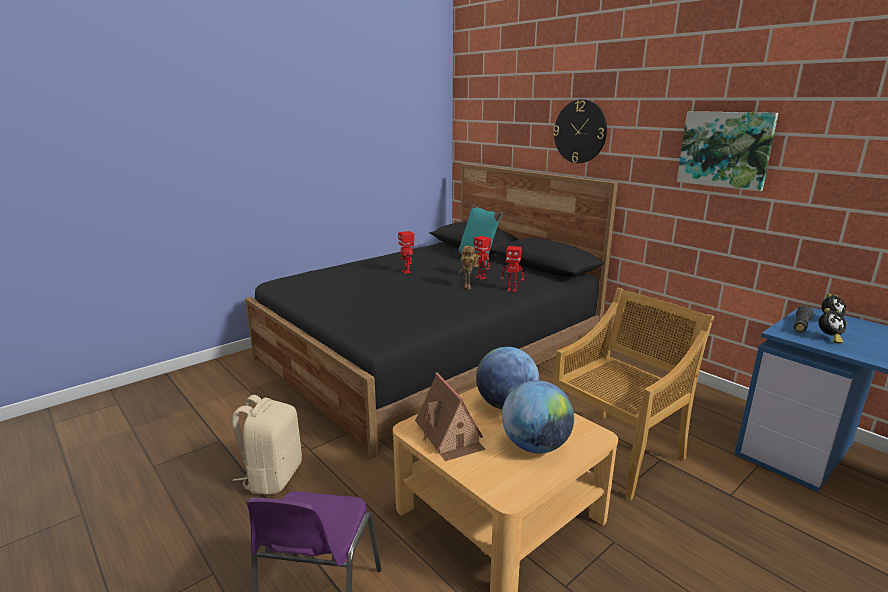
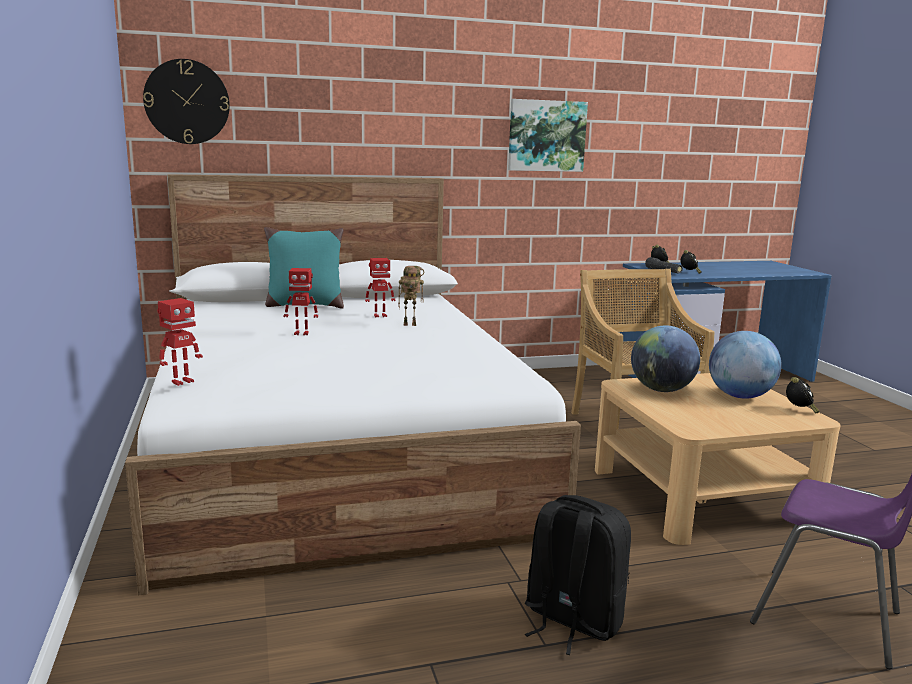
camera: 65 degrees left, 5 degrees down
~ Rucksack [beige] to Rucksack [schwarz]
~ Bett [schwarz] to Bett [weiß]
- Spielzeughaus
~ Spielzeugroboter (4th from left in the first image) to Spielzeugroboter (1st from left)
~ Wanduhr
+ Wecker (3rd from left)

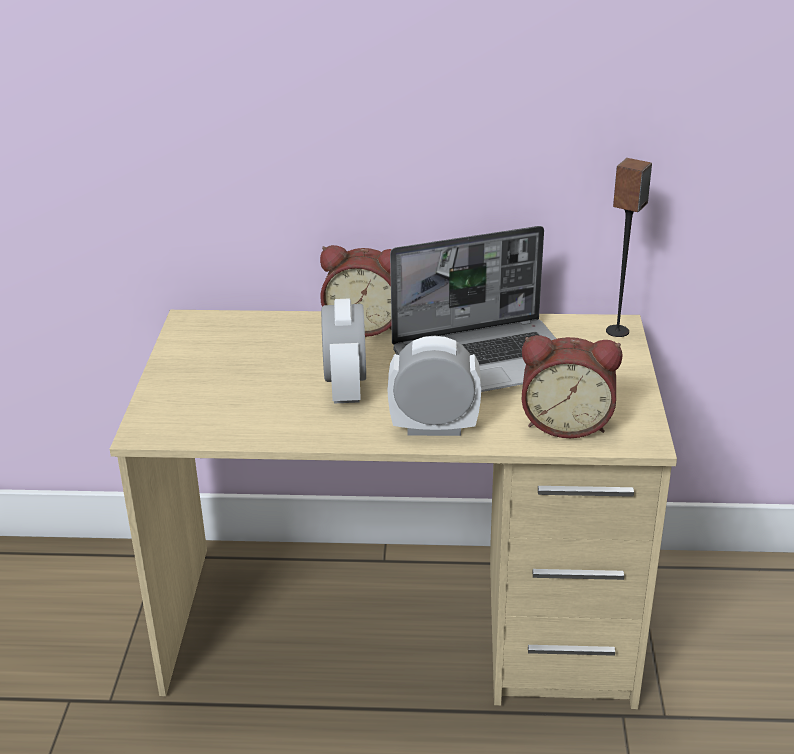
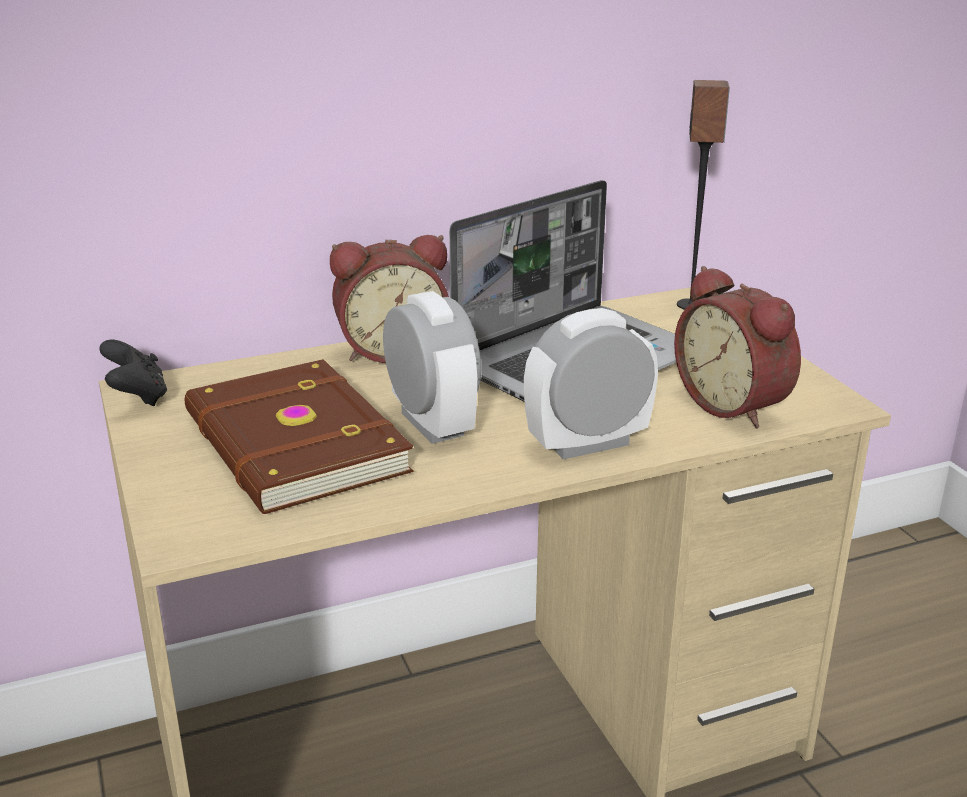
camera: 25 degrees left, 5 degrees down
~ Wecker (4th from left) 75 degrees clockwise
+ Gamepad [schwarz]
+ Buch [braun]

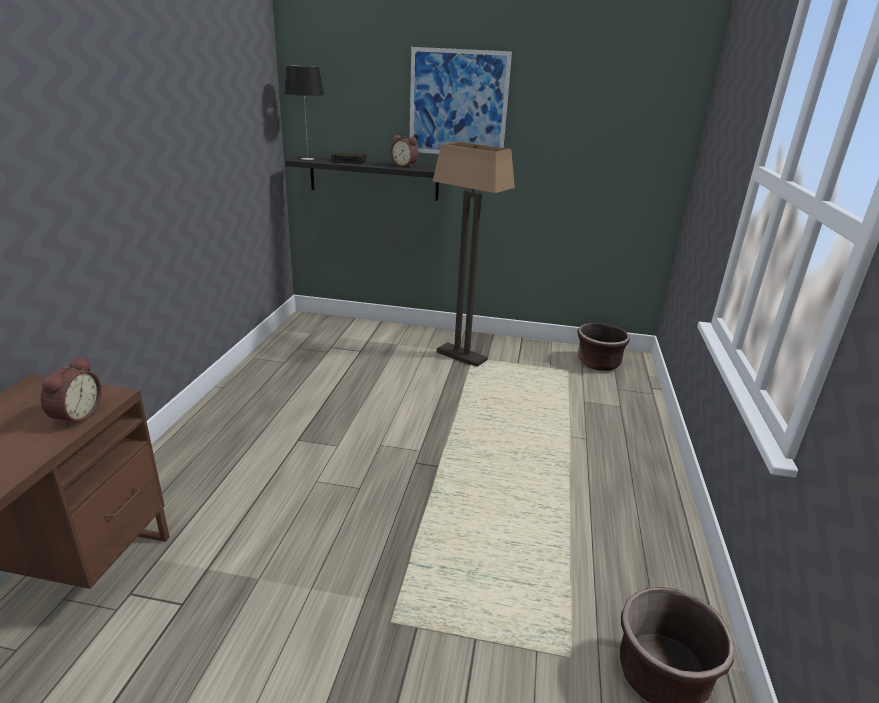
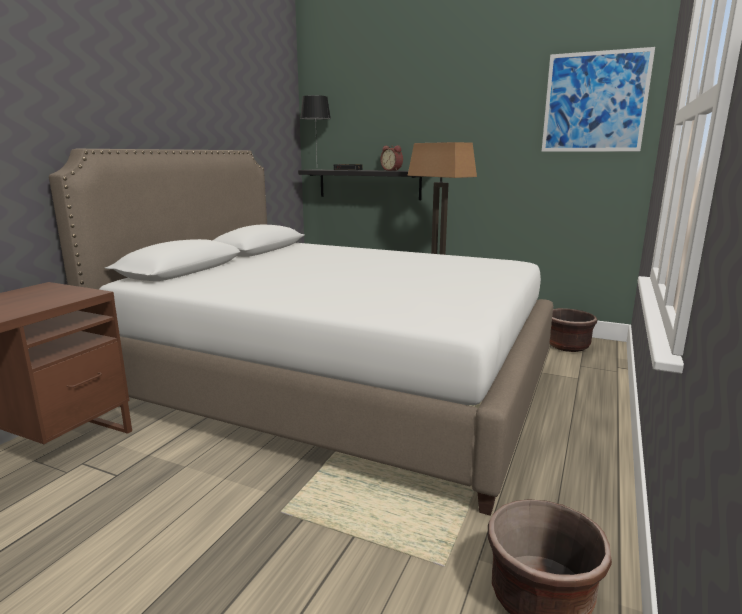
camera: 15 degrees right, 10 degrees down
- Wecker (1st from left)
~ Bild
+ Bett [weiß]

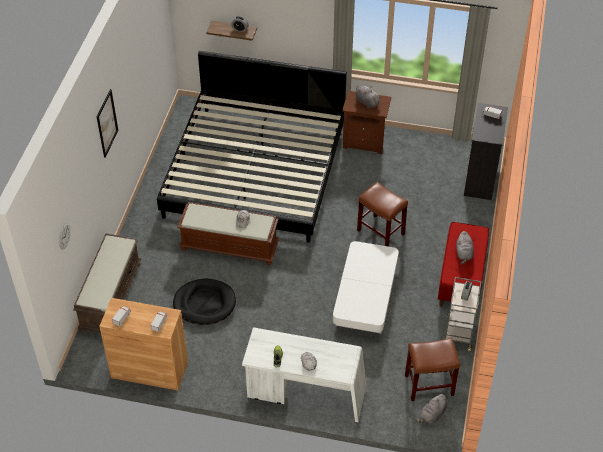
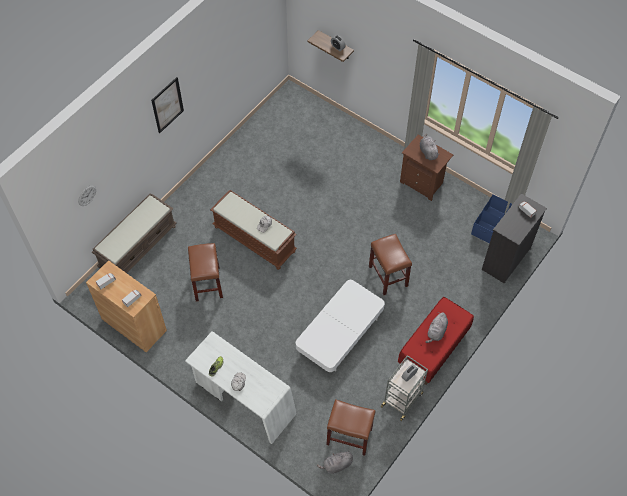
camera: 25 degrees right, 10 degrees up
- Bett
~ Hundebett [schwarz] to Hocker [braun] (1st from left)
+ Aufbewahrungsbox [blau]

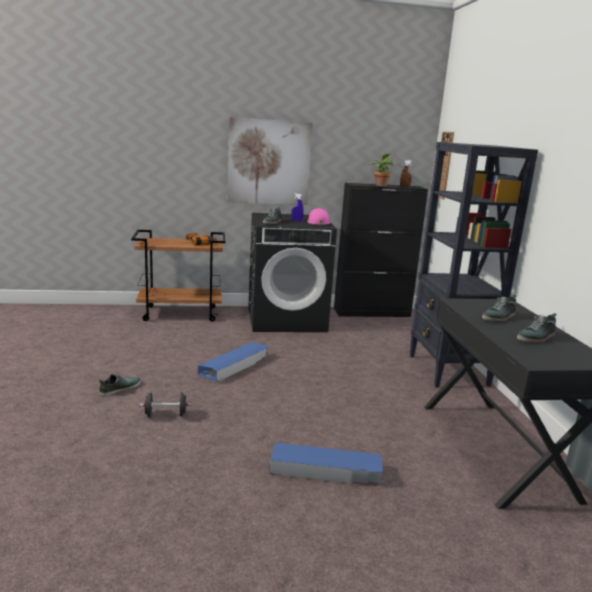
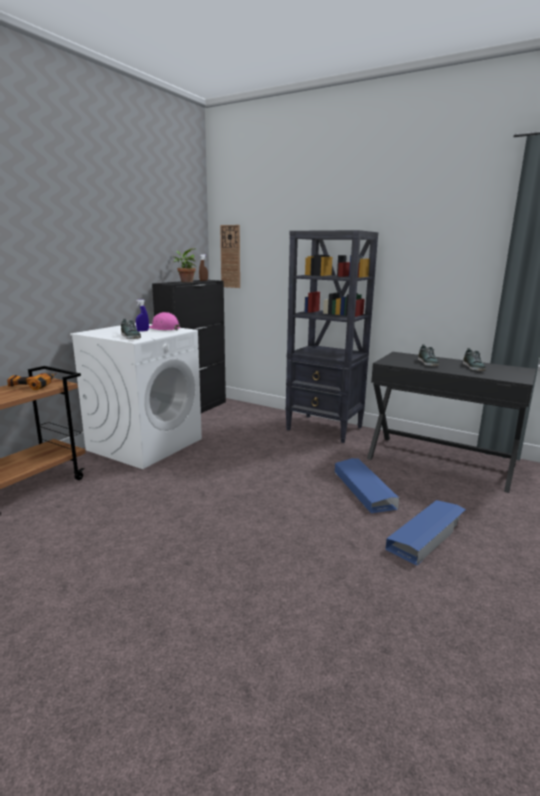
camera: 50 degrees left, 0 degrees up
- Schuh (1st from left)
- Hantel [schwarz]
~ Aufbewahrungsbox [blau] (1st from left)
- Bild
~ Waschmaschine [schwarz] to Waschmaschine [weiß]

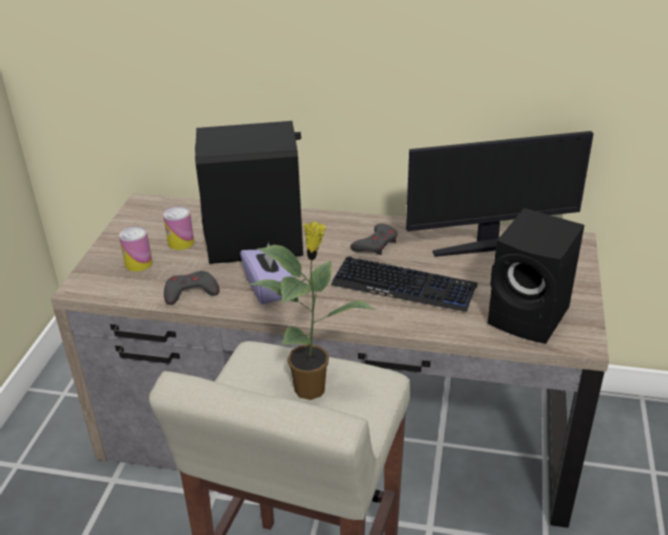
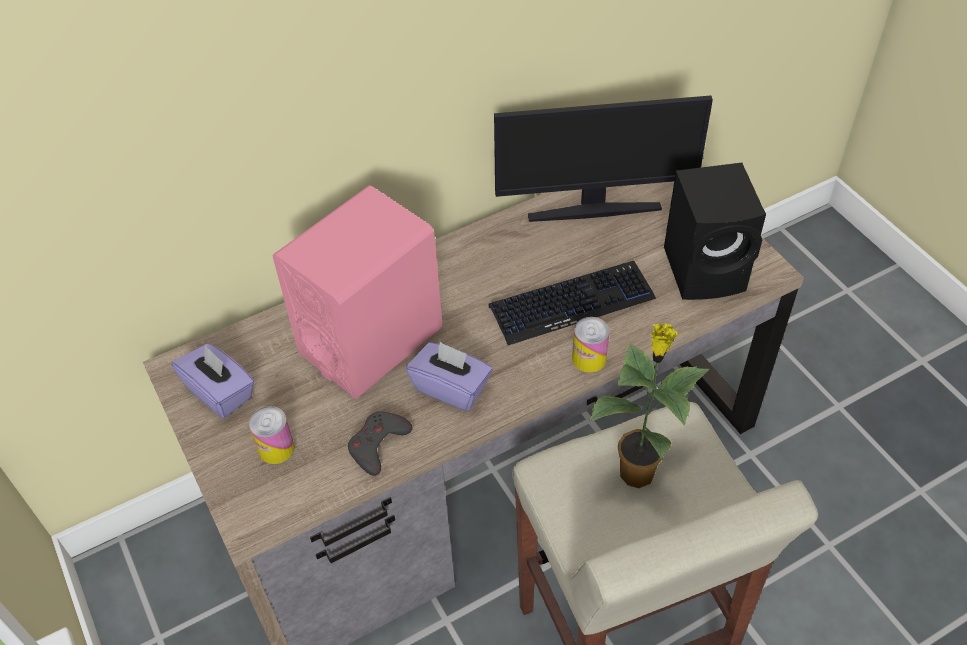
camera: 40 degrees left, 15 degrees up
~ Dose (2nd from left)
~ Lautsprecher [schwarz] (1st from left) to Lautsprecher [rosa]
- Gamepad [grau] (2nd from left)
~ Monitor 45 degrees clockwise
+ Taschentuchbox [lila] (1st from left)

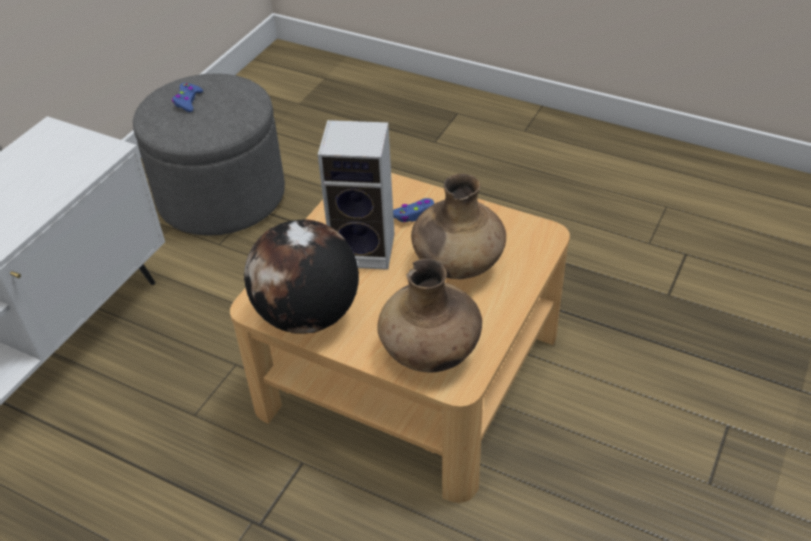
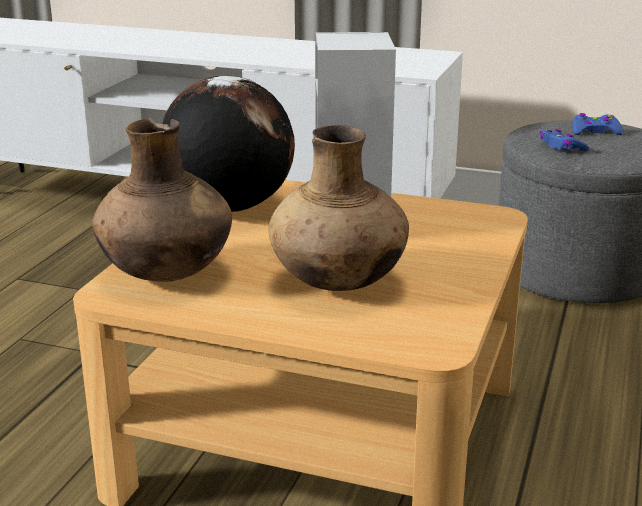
camera: 80 degrees right, 20 degrees down
~ Gamepad [blau] (2nd from left in the first image) to Gamepad [blau] (1st from left)

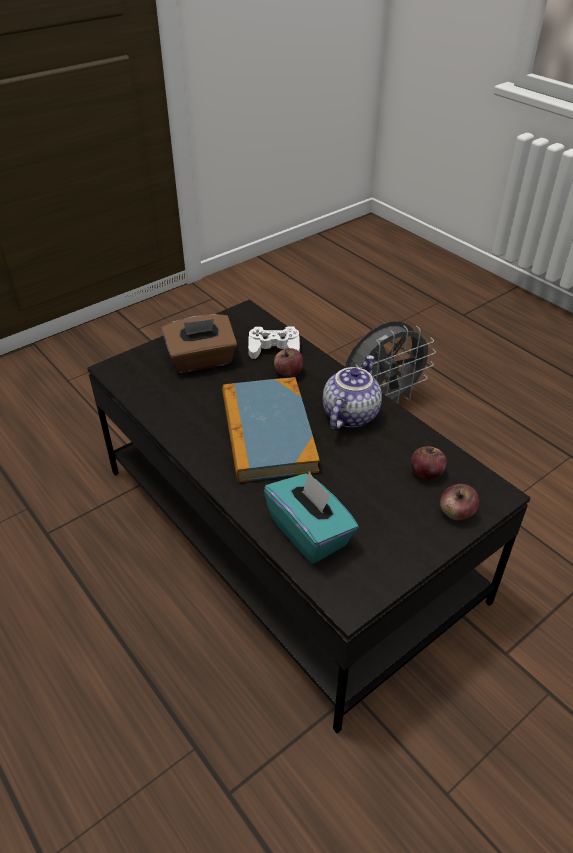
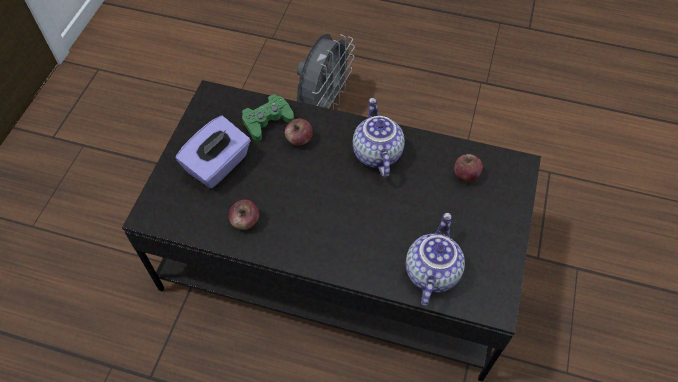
camera: 35 degrees left, 15 degrees up
~ Taschentuchbox [braun] to Taschentuchbox [lila]
- Buch
~ Gamepad [weiß] to Gamepad [grün]
~ Taschentuchbox [türkis] to Teekanne (2nd from left)
~ Apfel (3rd from left in the first image) to Apfel (1st from left)

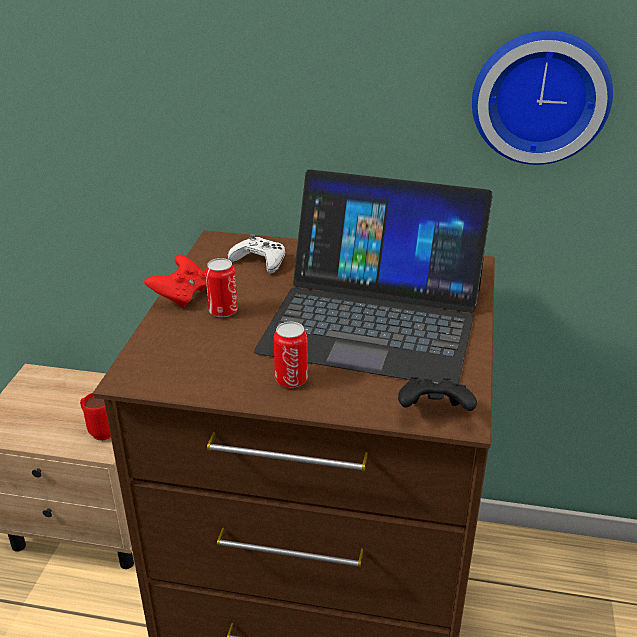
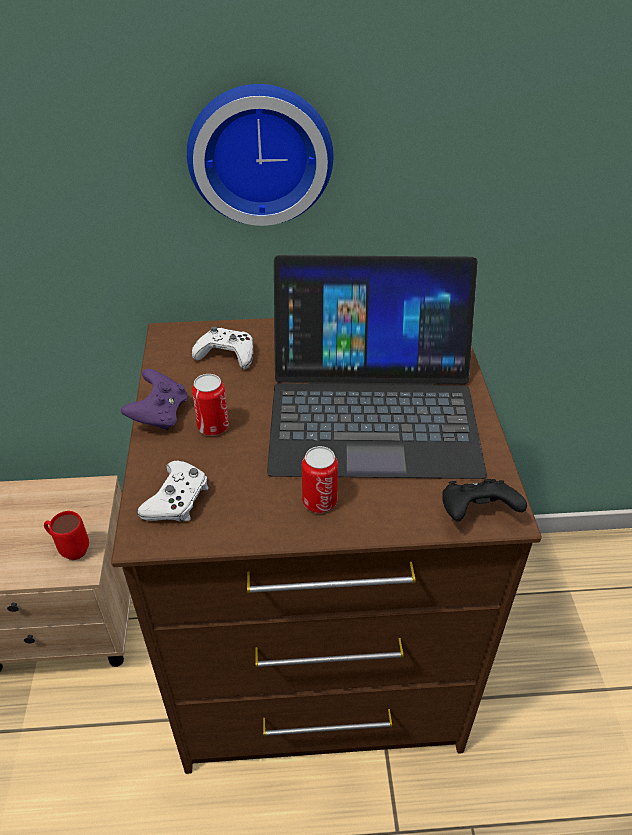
camera: 15 degrees left, 10 degrees up
~ Gamepad [rot] to Gamepad [lila]
~ Wanduhr
+ Gamepad [weiß] (1st from left)

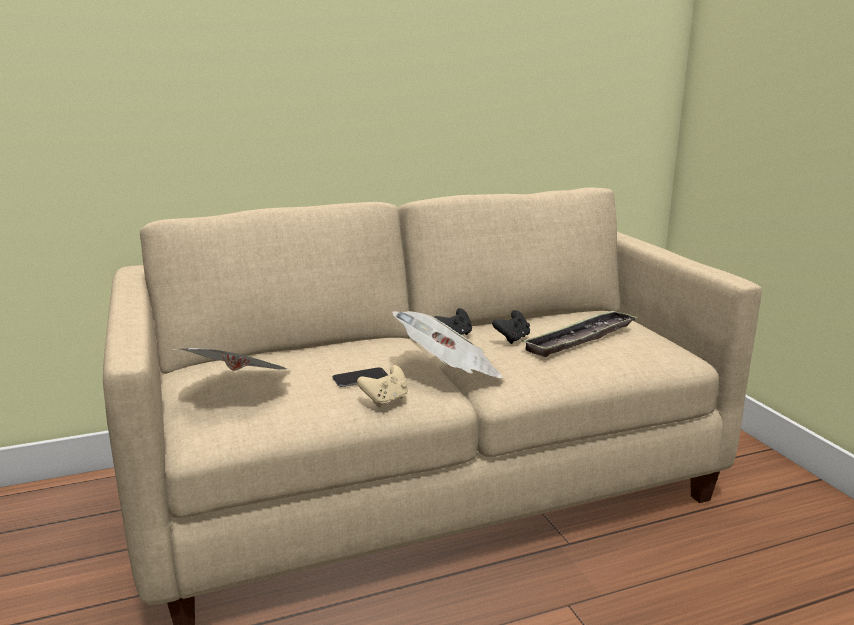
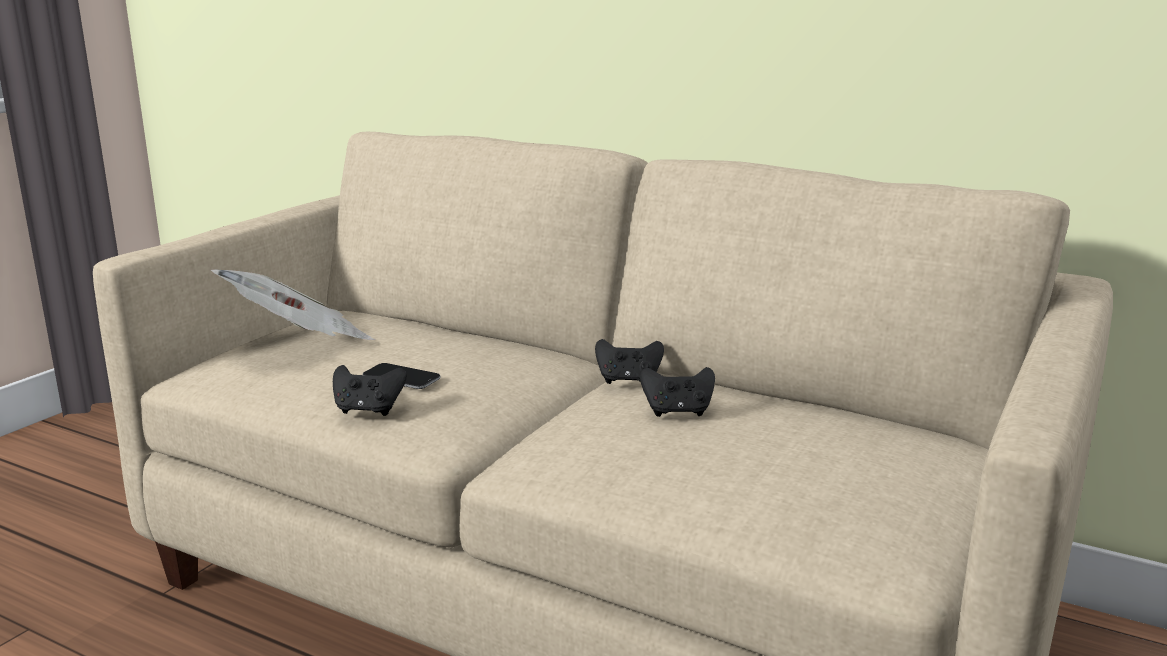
camera: 50 degrees right, 0 degrees up
~ Gamepad [beige] to Gamepad [schwarz] (1st from left)
- Zeitung (2nd from left)
- Tablett

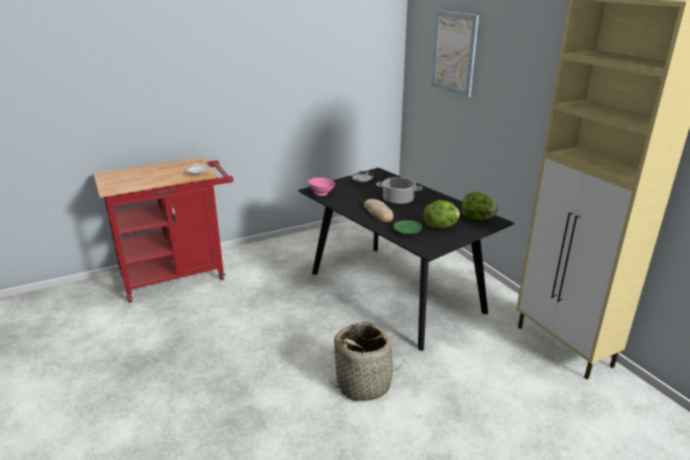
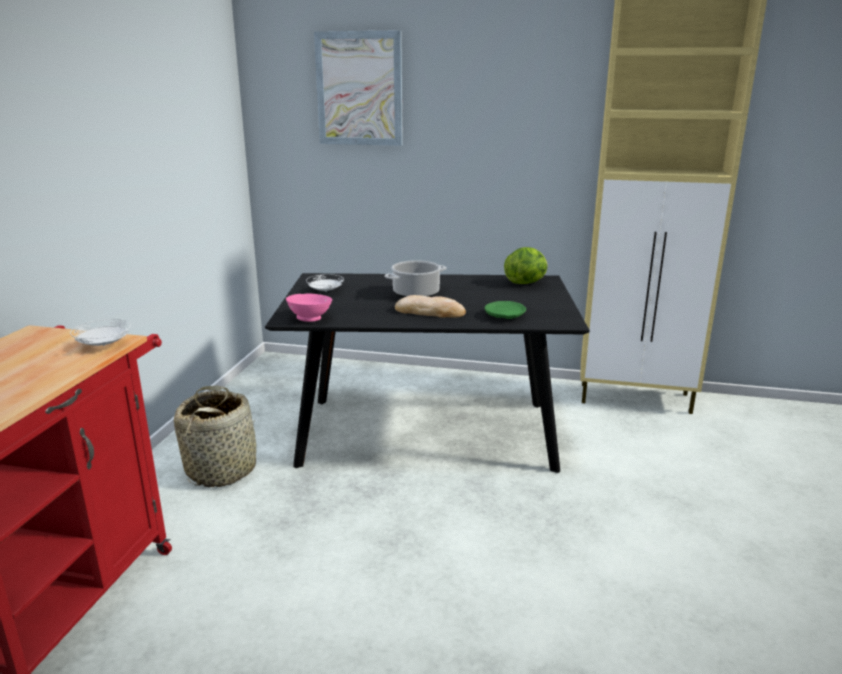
camera: 50 degrees left, 5 degrees down
~ Korb
- Salatkopf (1st from left)

